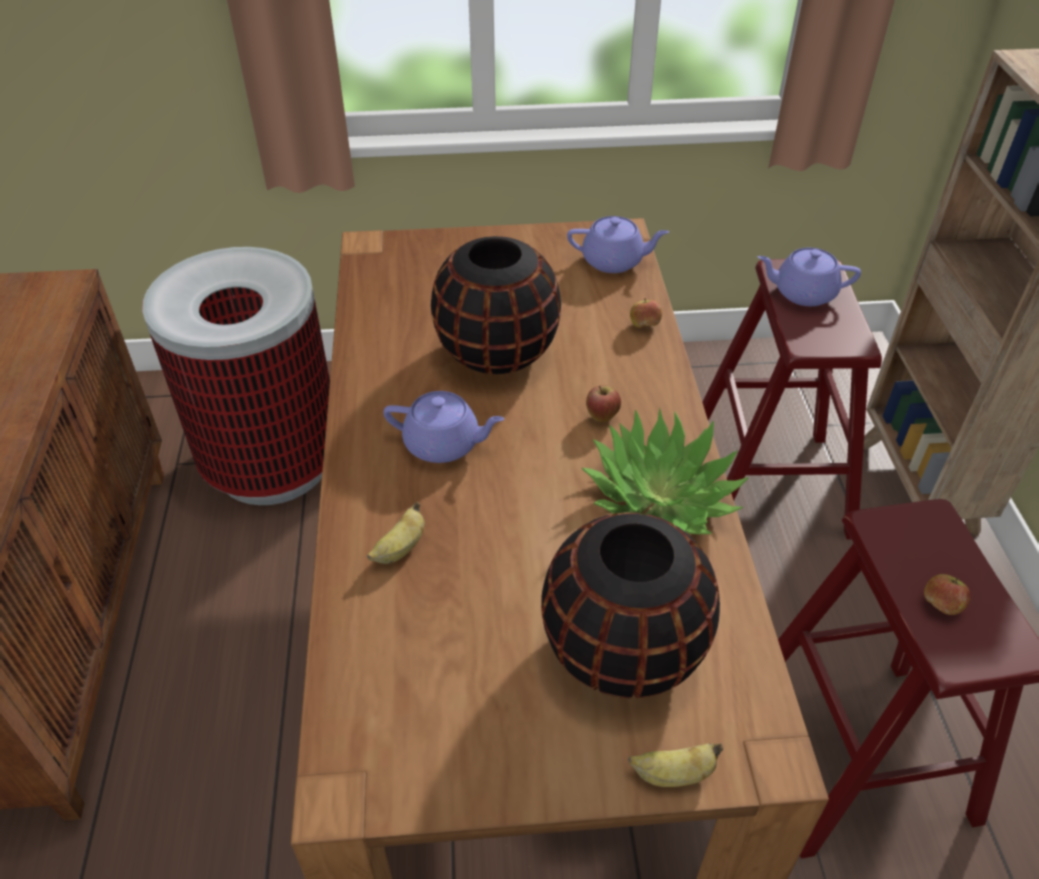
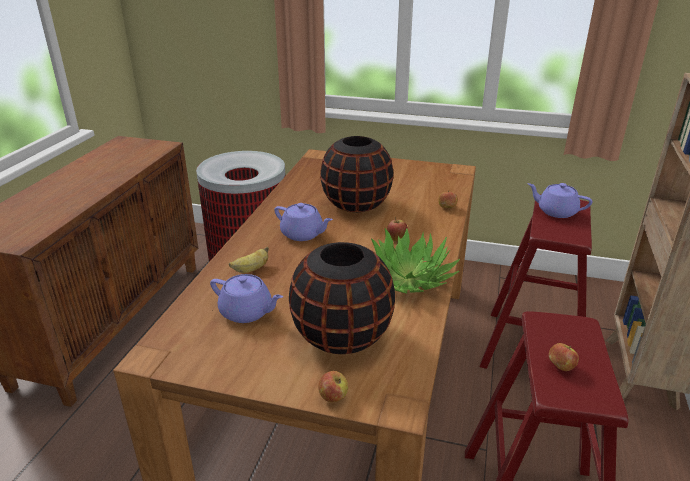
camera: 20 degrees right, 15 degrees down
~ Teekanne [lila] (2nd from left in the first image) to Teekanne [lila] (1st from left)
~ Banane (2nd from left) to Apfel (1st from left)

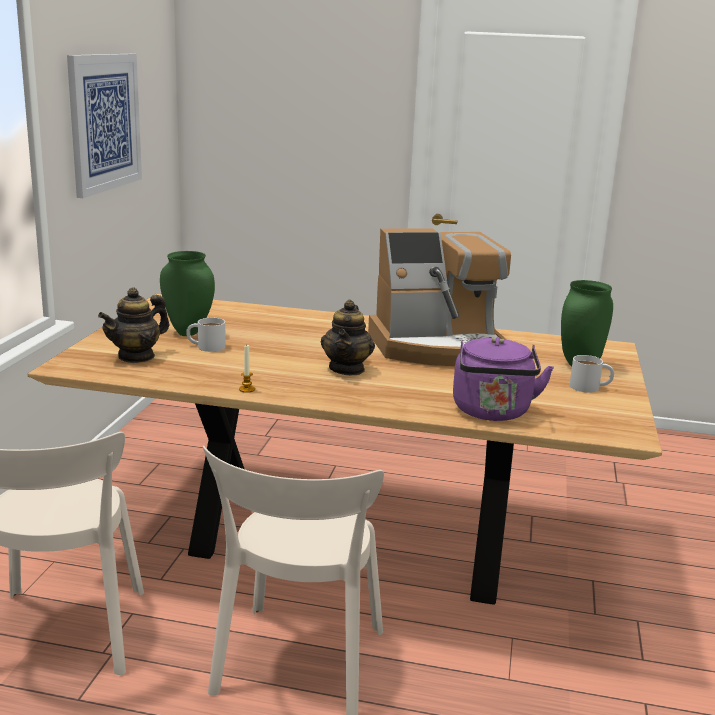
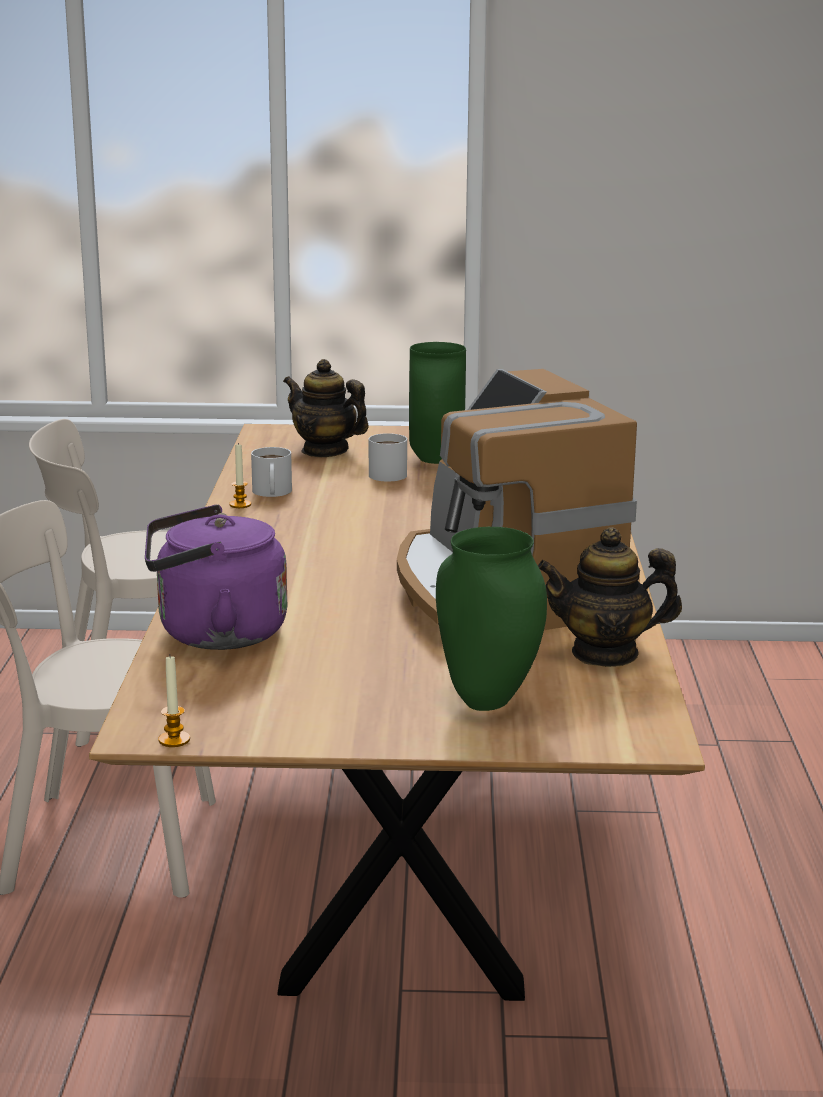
camera: 80 degrees right, 0 degrees up
- Bild
~ Teekanne (2nd from left)
~ Henkelbecher [weiß] (2nd from left in the first image) to Henkelbecher [weiß] (1st from left)
+ Kerze (1st from left)

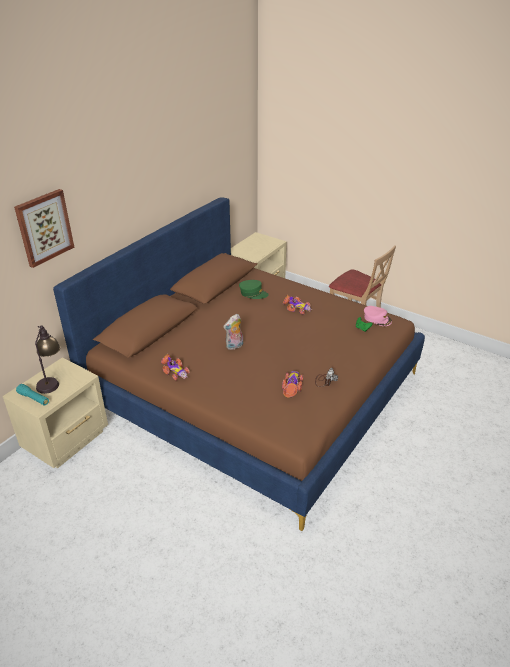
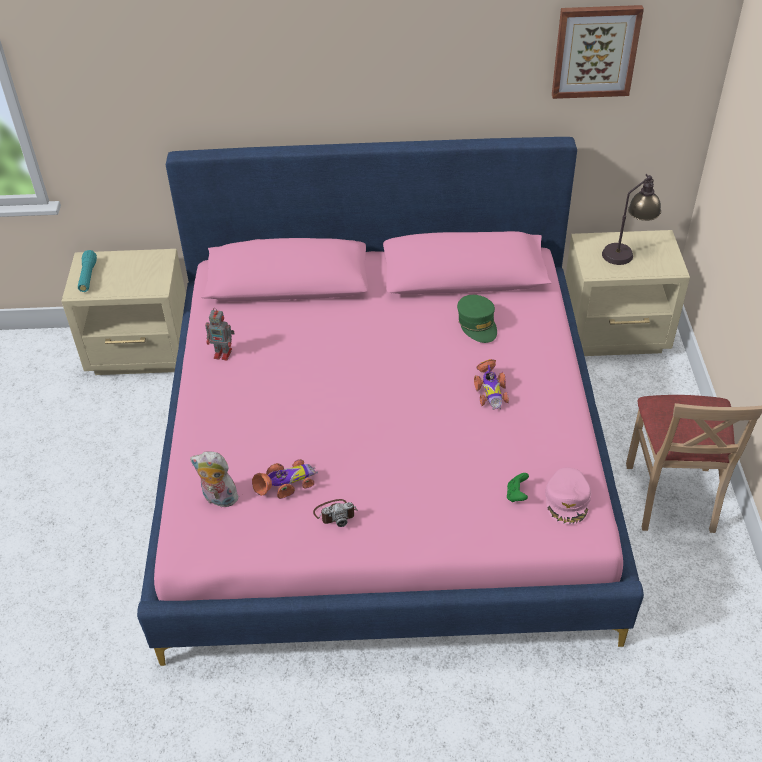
camera: 55 degrees right, 10 degrees up
~ Bild
~ Tischlampe
~ Bett [braun] to Bett [rosa]
~ Spielzeugauto (1st from left) to Spielzeugroboter
~ Plüschtier

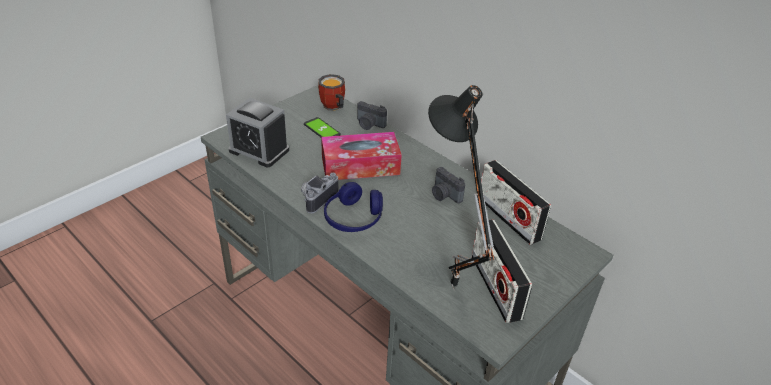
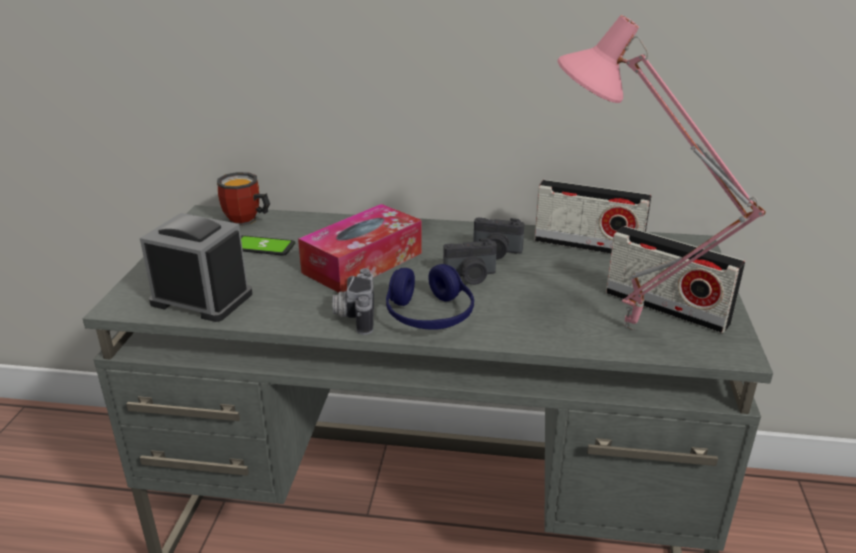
camera: 35 degrees left, 10 degrees down
~ Wecker 150 degrees counterclockwise
~ Kamera (2nd from left)
~ Tischlampe [schwarz] to Tischlampe [rosa]

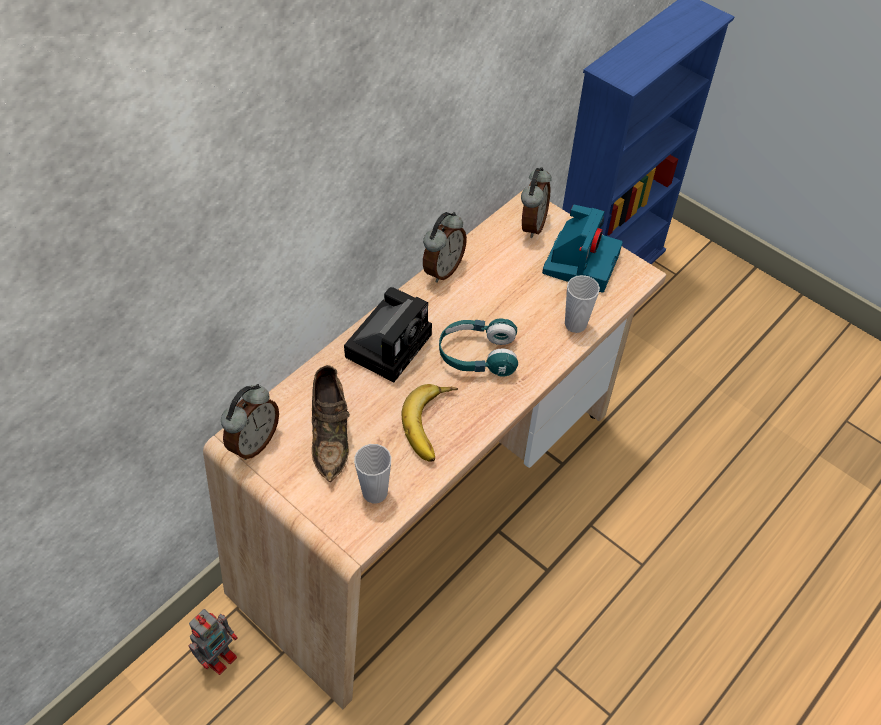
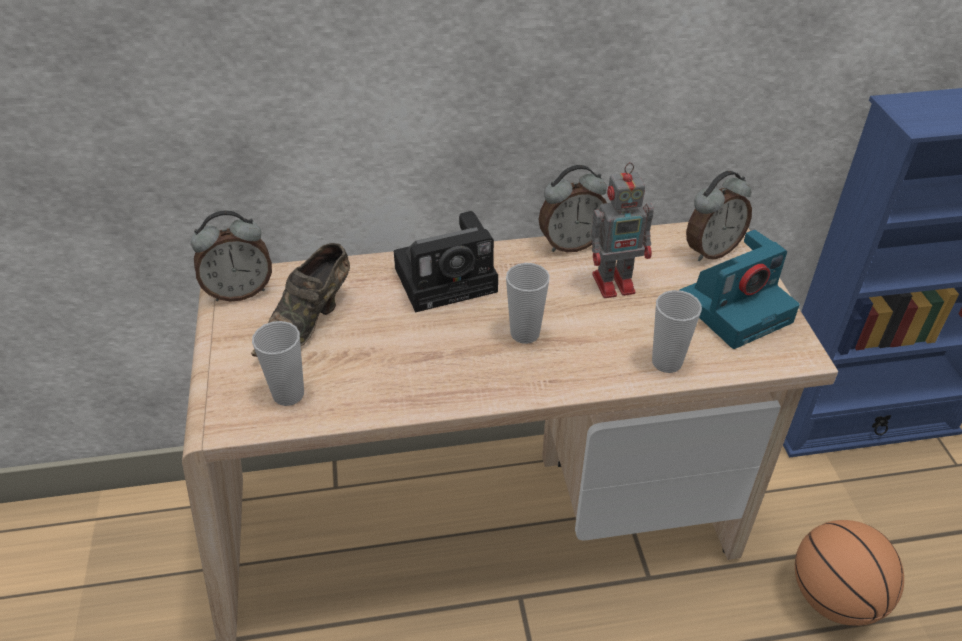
camera: 40 degrees right, 10 degrees down
~ Spielzeugroboter
- Banane
~ Kopfhörer [türkis] to Tasse (2nd from left)
+ Basketball

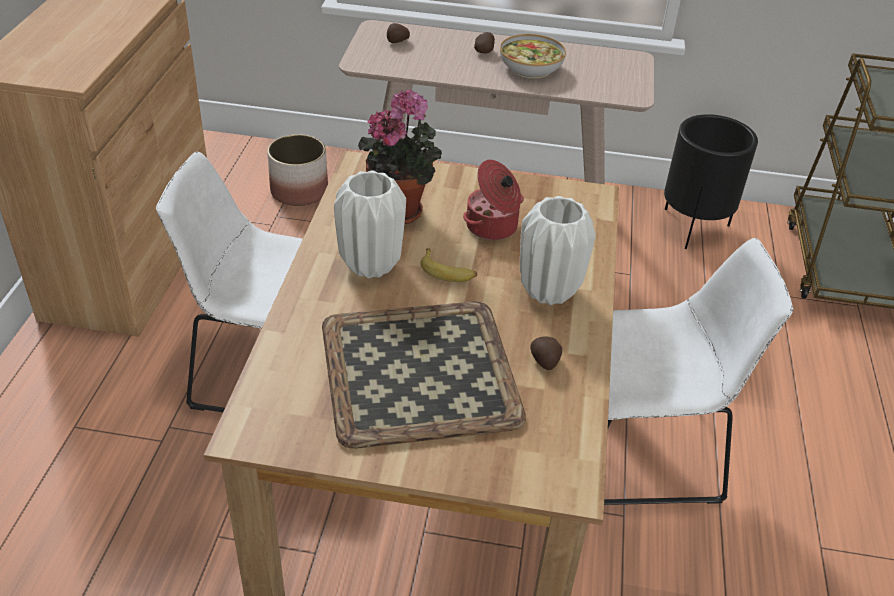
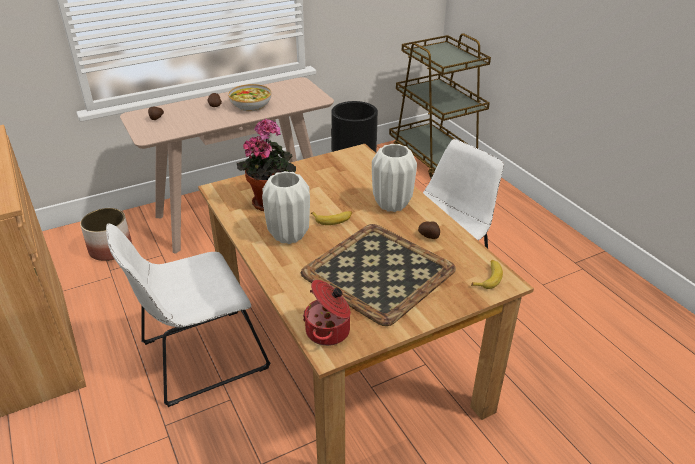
camera: 35 degrees left, 5 degrees down
~ Kochtopf
+ Banane (2nd from left)

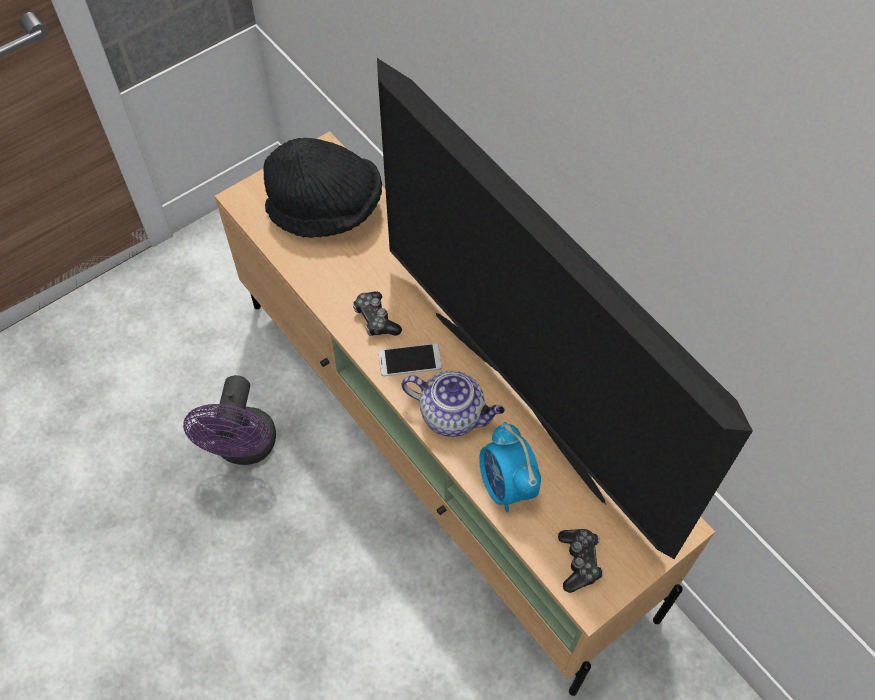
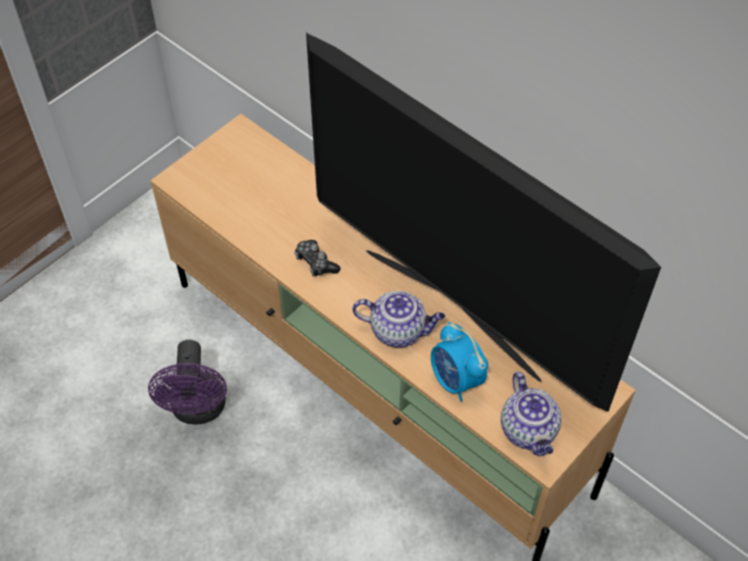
camera: 10 degrees left, 5 degrees down
- Hut [schwarz]
- Handy
~ Gamepad (2nd from left) to Teekanne (2nd from left)

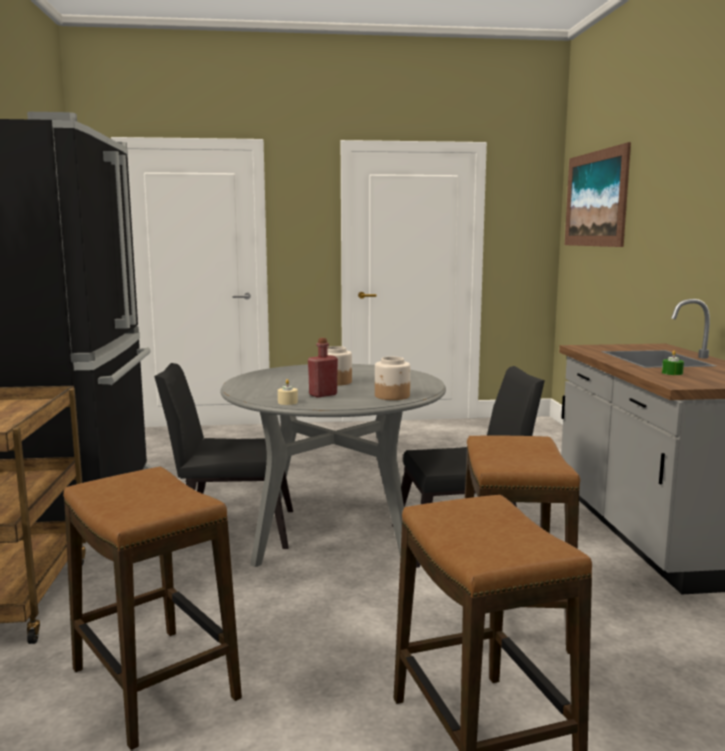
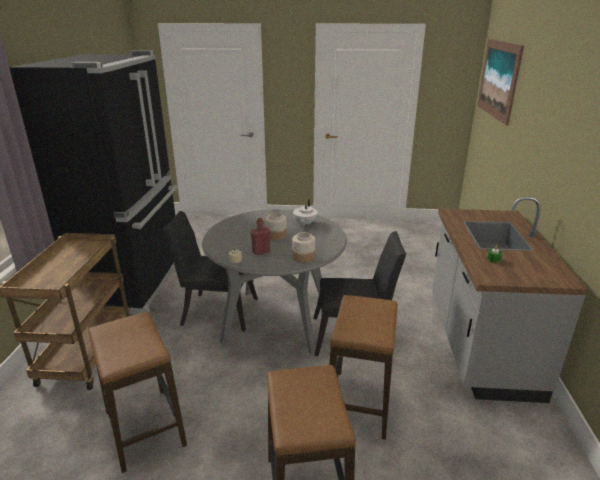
camera: 10 degrees right, 15 degrees up
+ Teekanne [weiß]

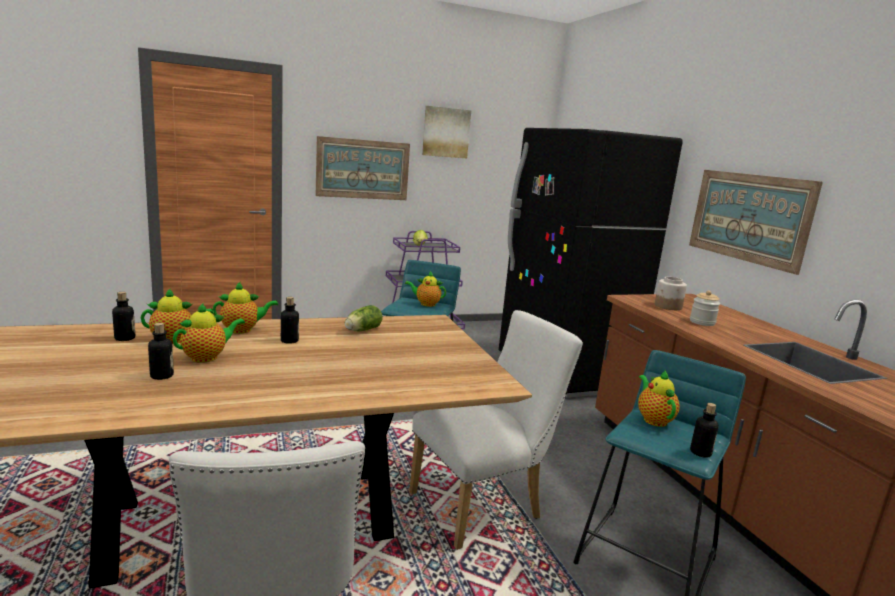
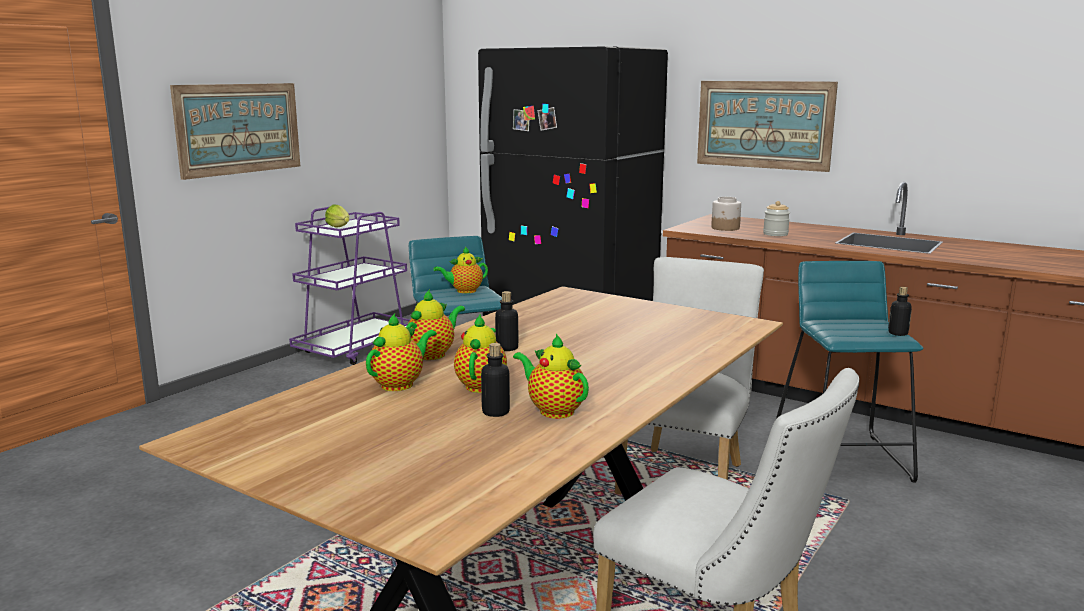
camera: 35 degrees left, 0 degrees up
- Flasche (1st from left)
- Salatkopf (1st from left)
- Bild (2nd from left)
~ Teekanne (5th from left)

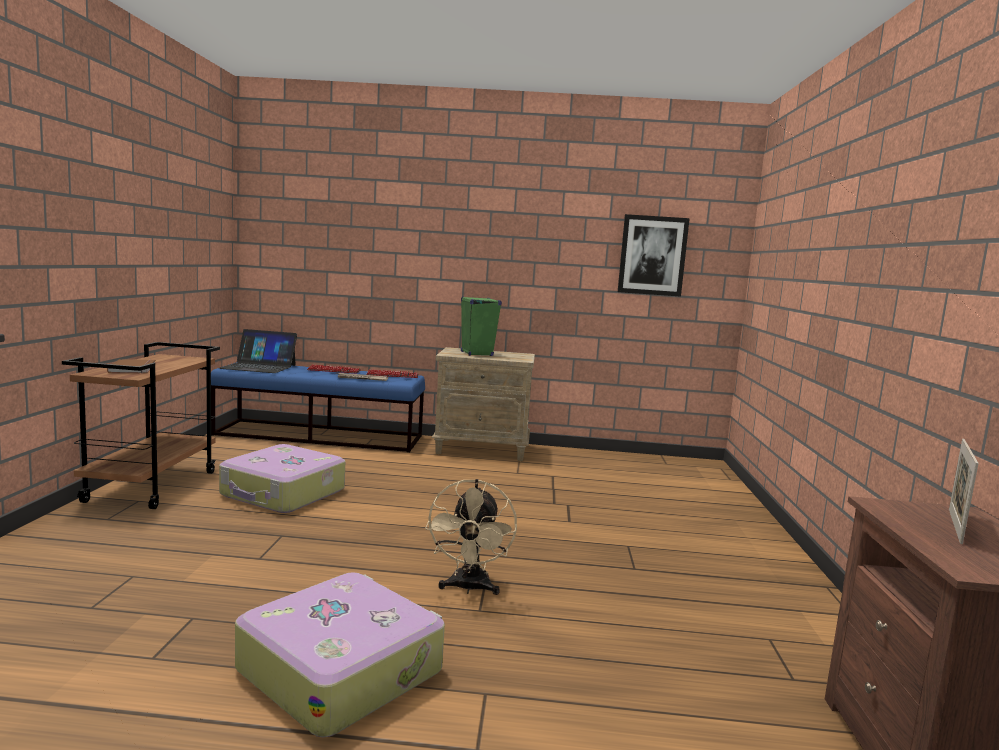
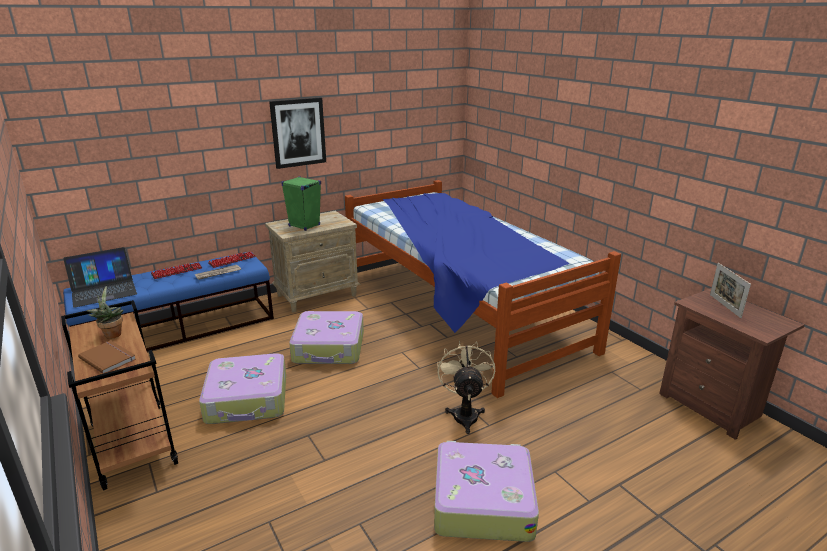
camera: 35 degrees left, 15 degrees up
~ Ventilator [beige] 150 degrees counterclockwise
~ Bild
+ Topfpflanze
+ Koffer (2nd from left)
+ Bett

